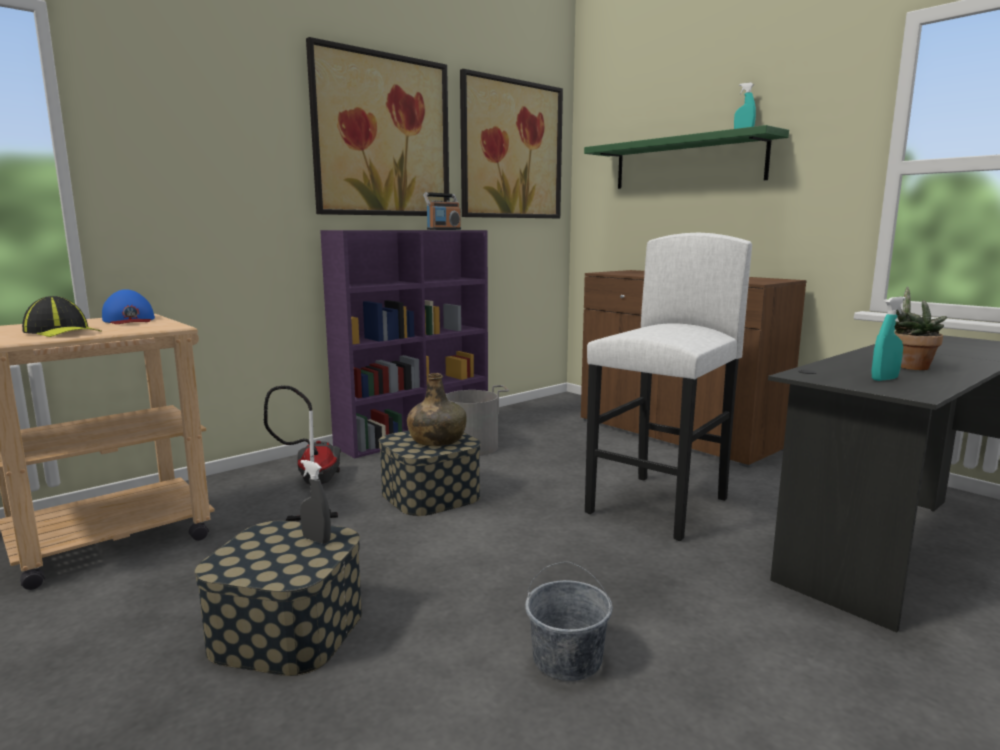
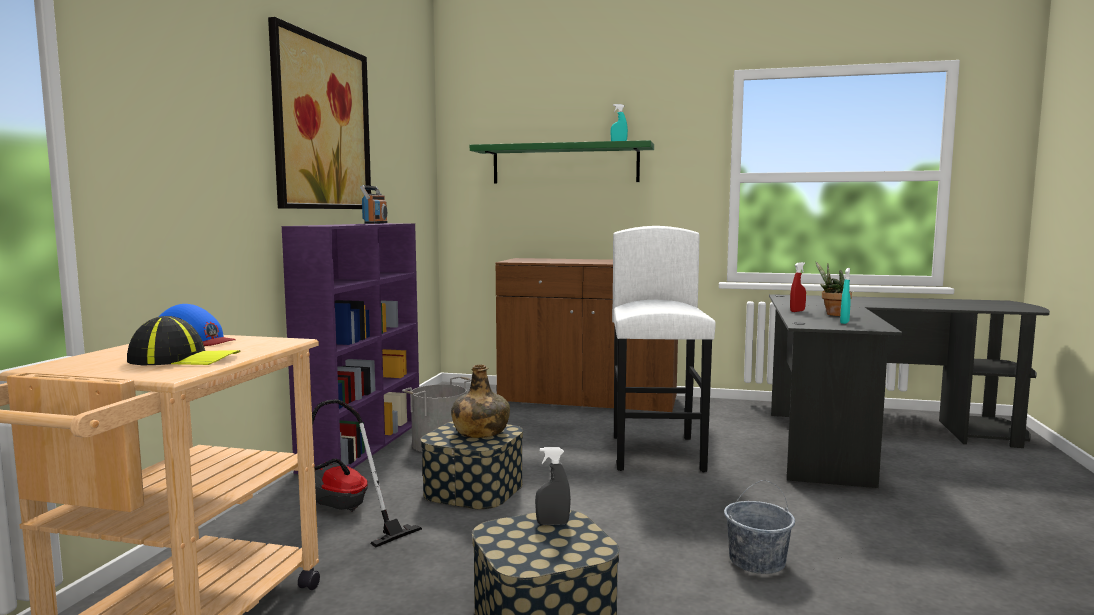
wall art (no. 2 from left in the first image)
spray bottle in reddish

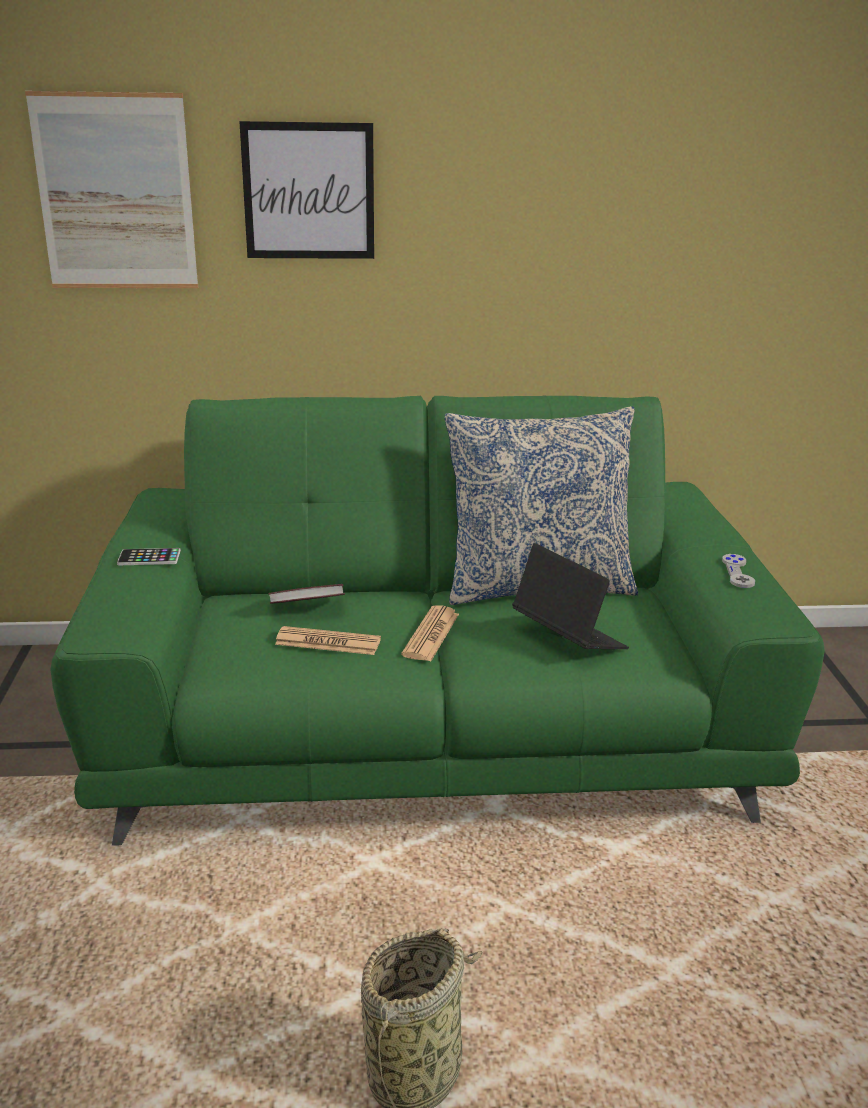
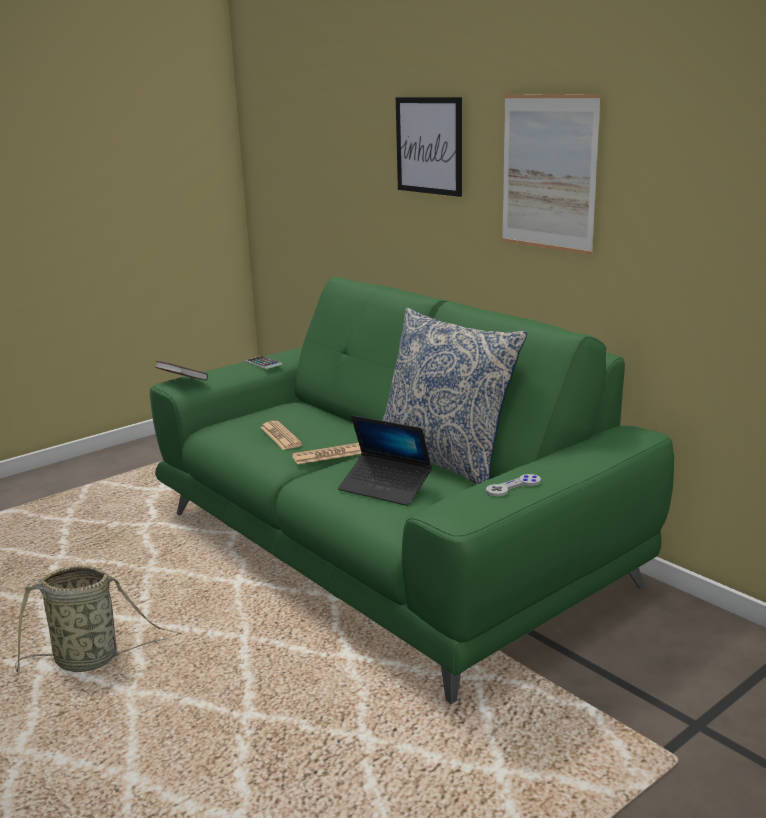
wall art (no. 2 from left)
volume
notebook computer

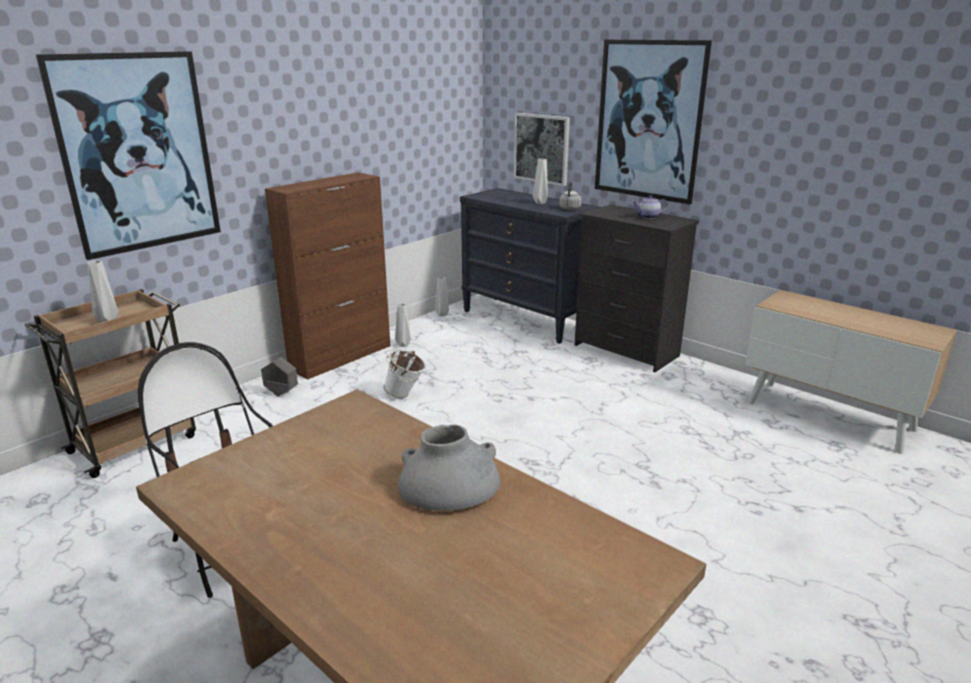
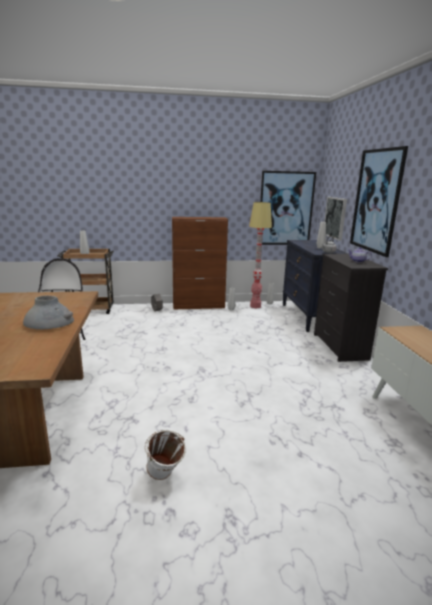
wall art (no. 1 from left)
bucket in white
floor lamp

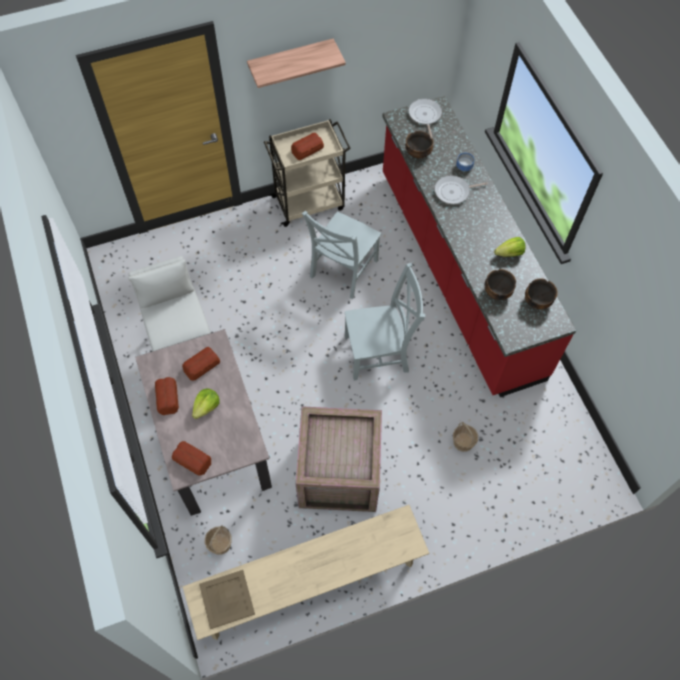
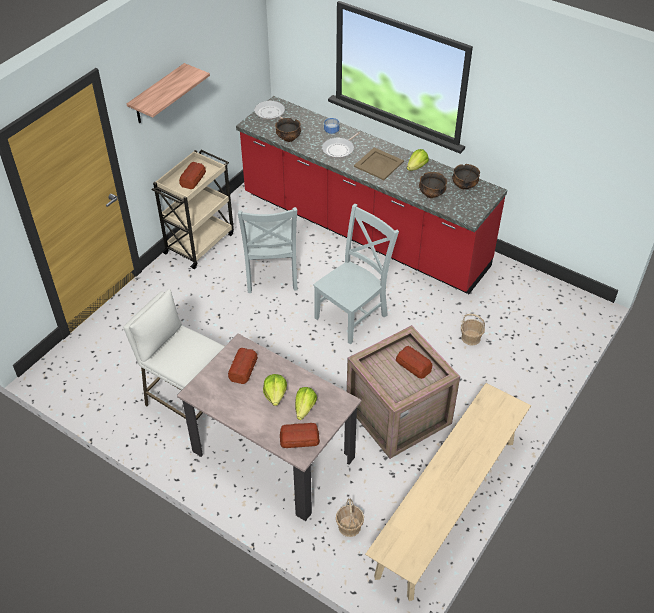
bakery bread (no. 4 from left)
tray in sand-coloured
head of lettuce (no. 2 from left)

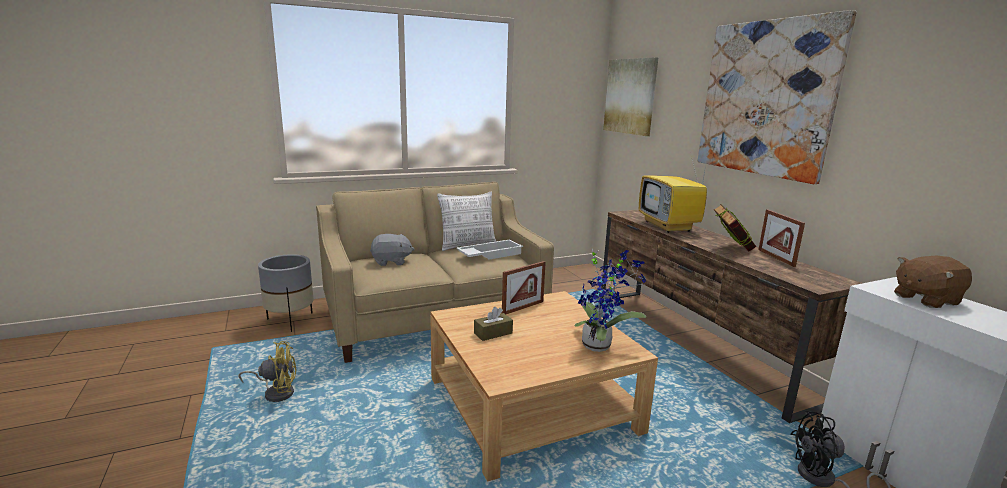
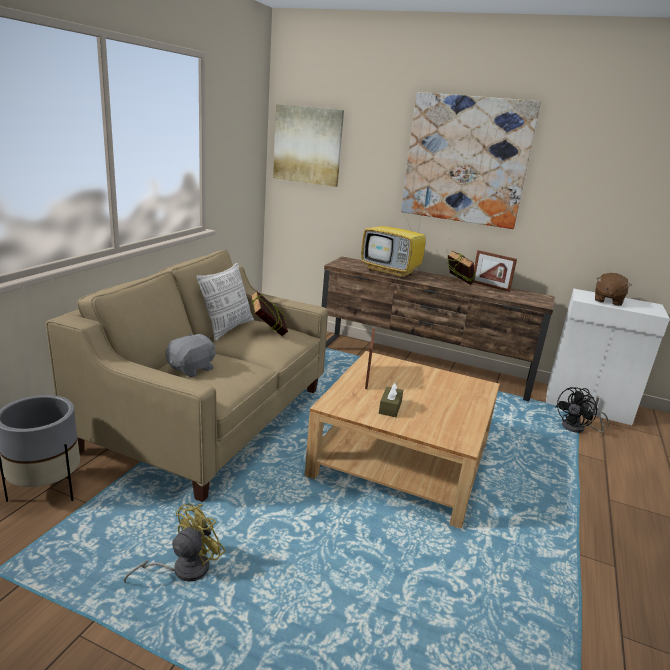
volume (no. 1 from left)
plant in a pot

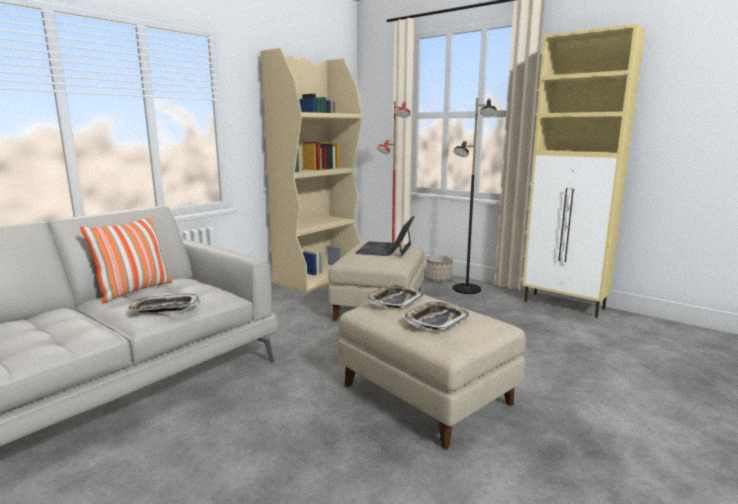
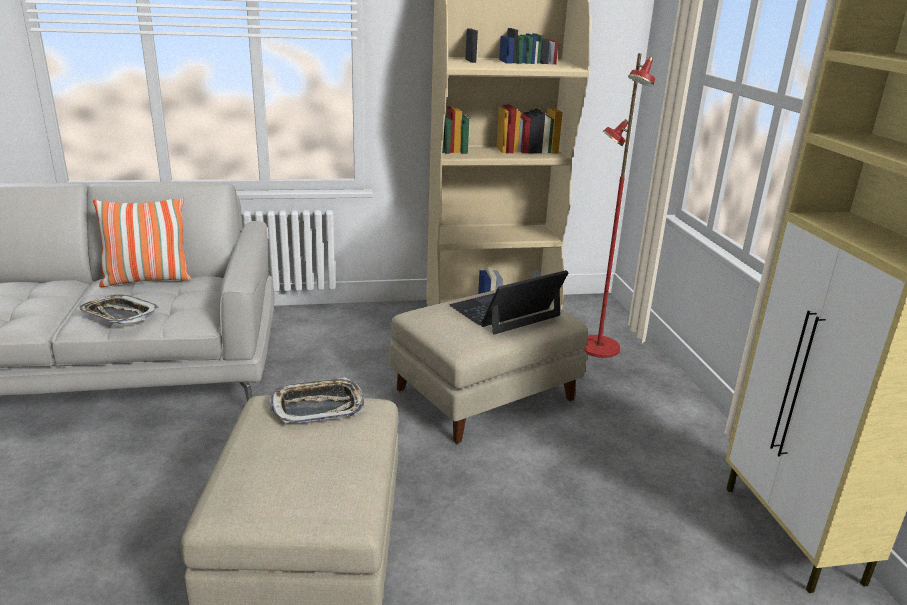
tray (no. 3 from left in the first image)
planter
floor lamp in black

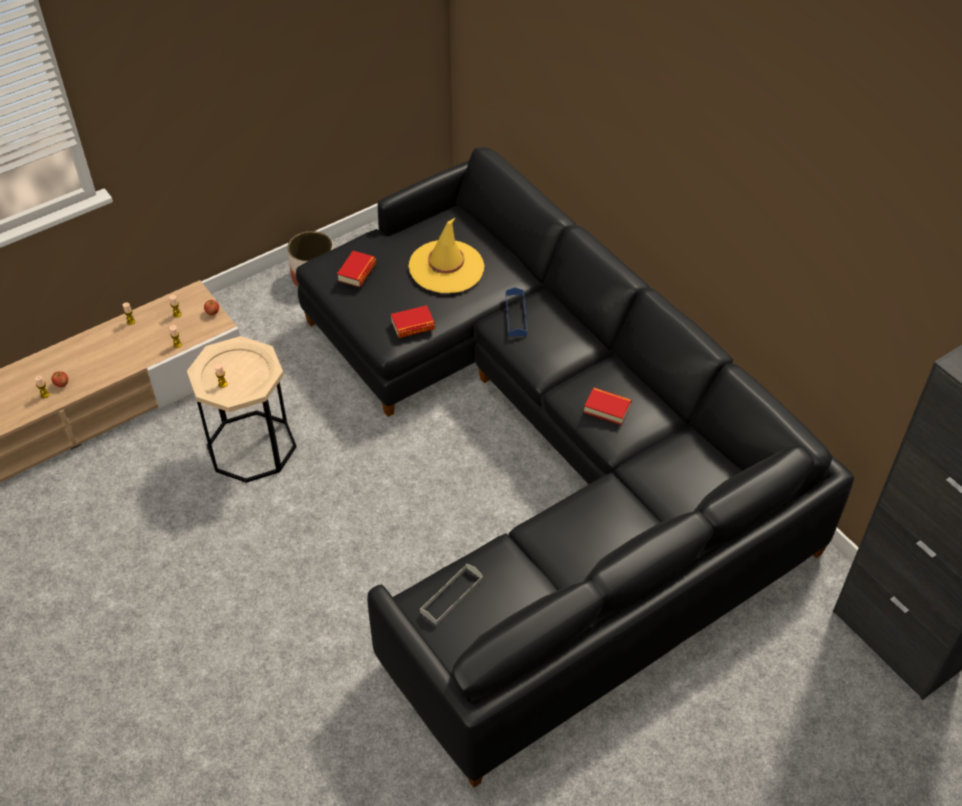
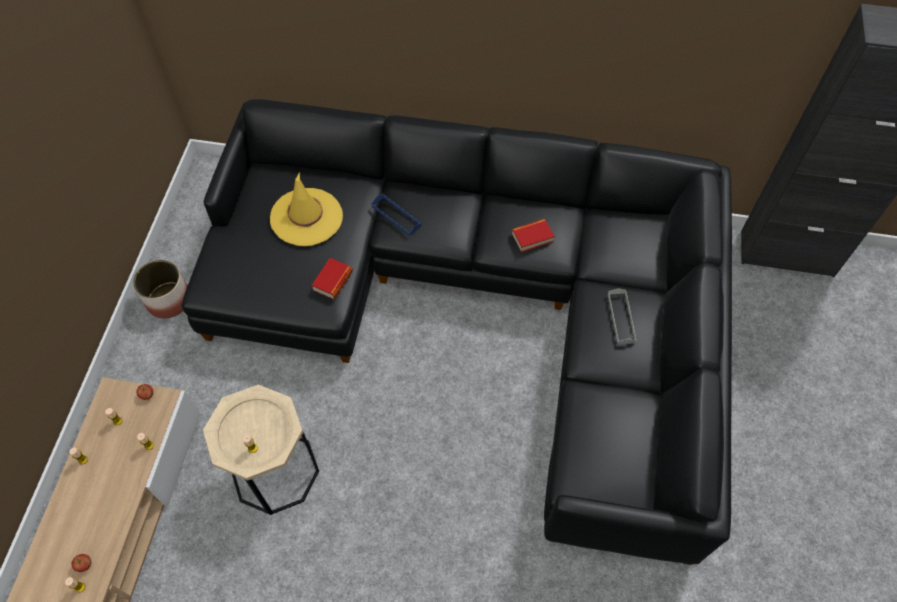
volume (no. 1 from left in the first image)
tray in greyish

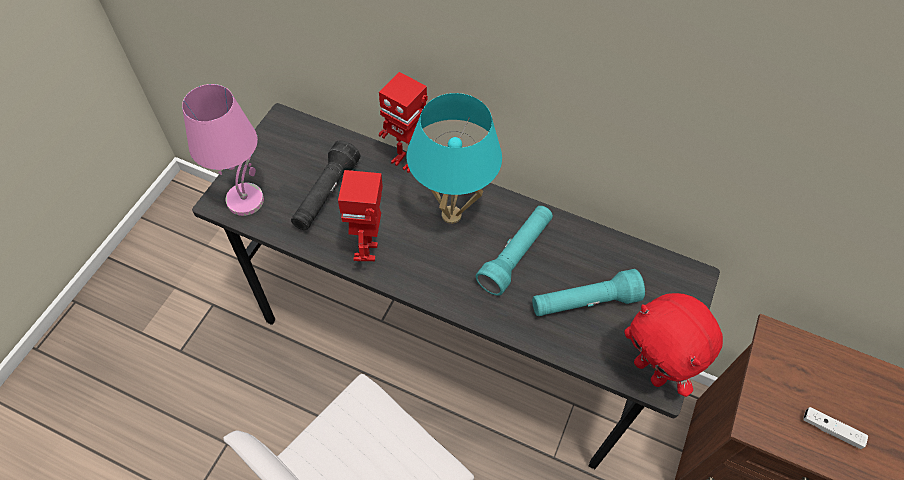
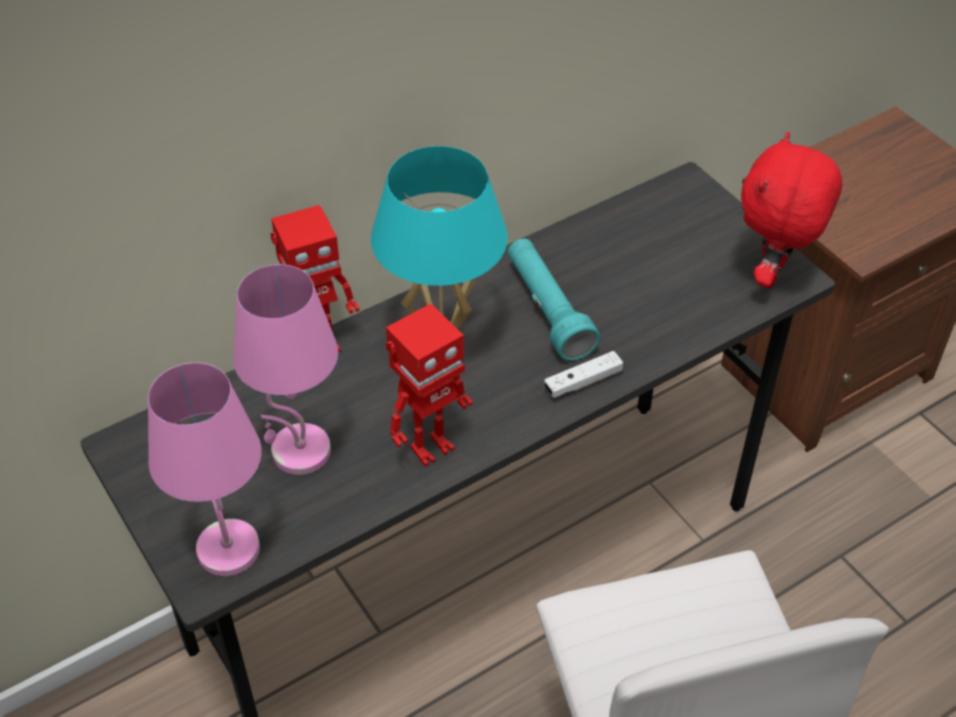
table lamp in pink-coloured (no. 2 from left)
toy robot (no. 2 from left)
flashlight in turquoise (no. 2 from left in the first image)
soft toy in reddish
game controller in white

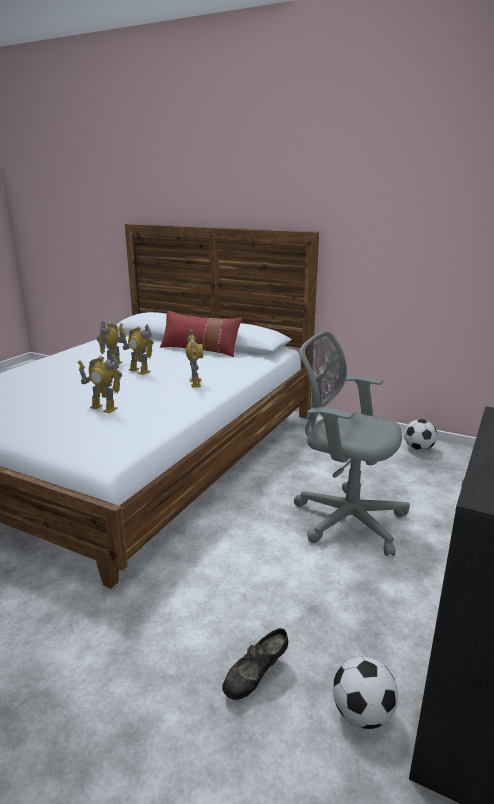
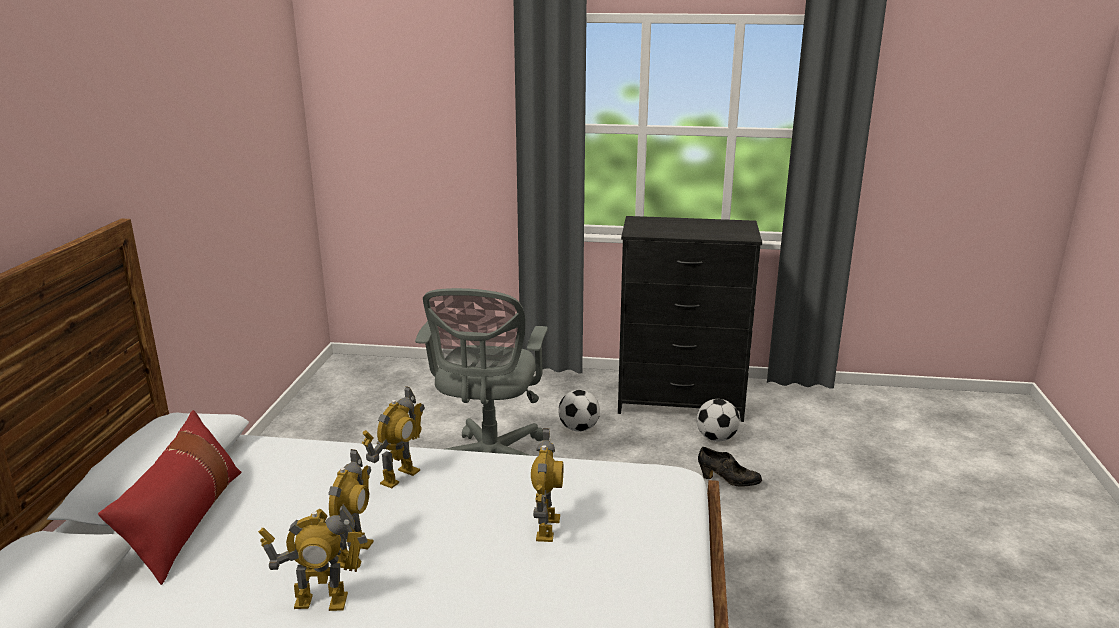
toy robot (no. 3 from left)
football (no. 1 from left)

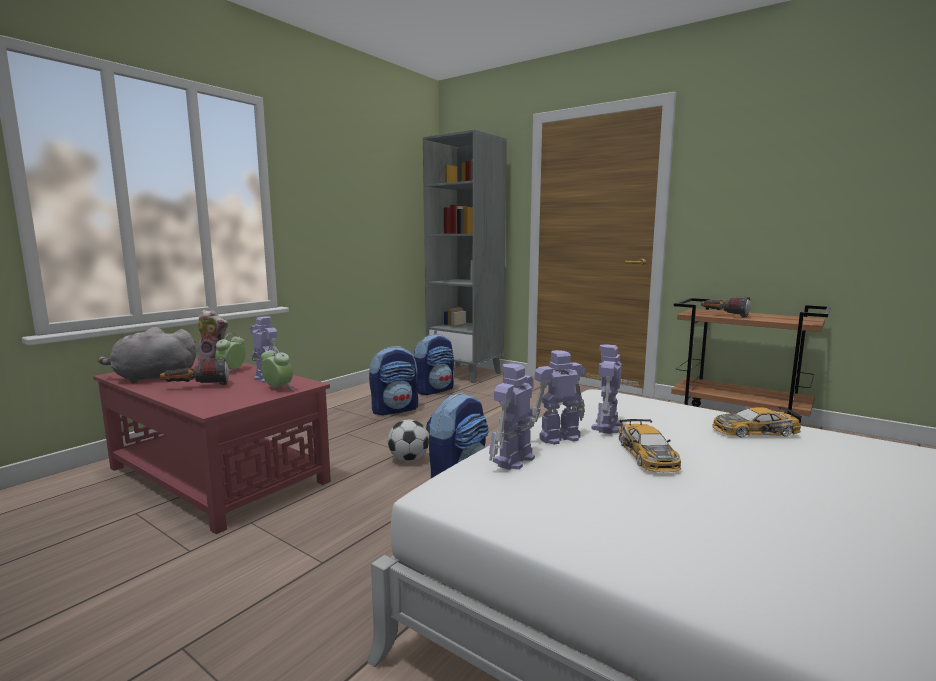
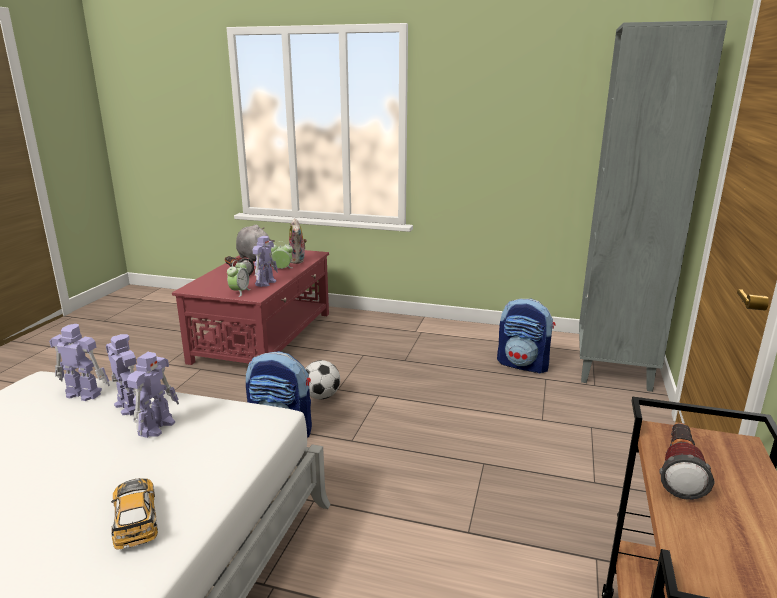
knapsack (no. 1 from left in the first image)
toy robot (no. 3 from left)
miniature car (no. 1 from left in the first image)

